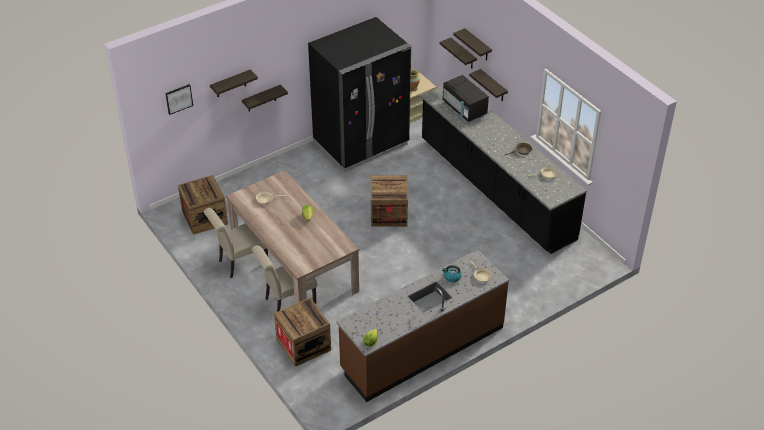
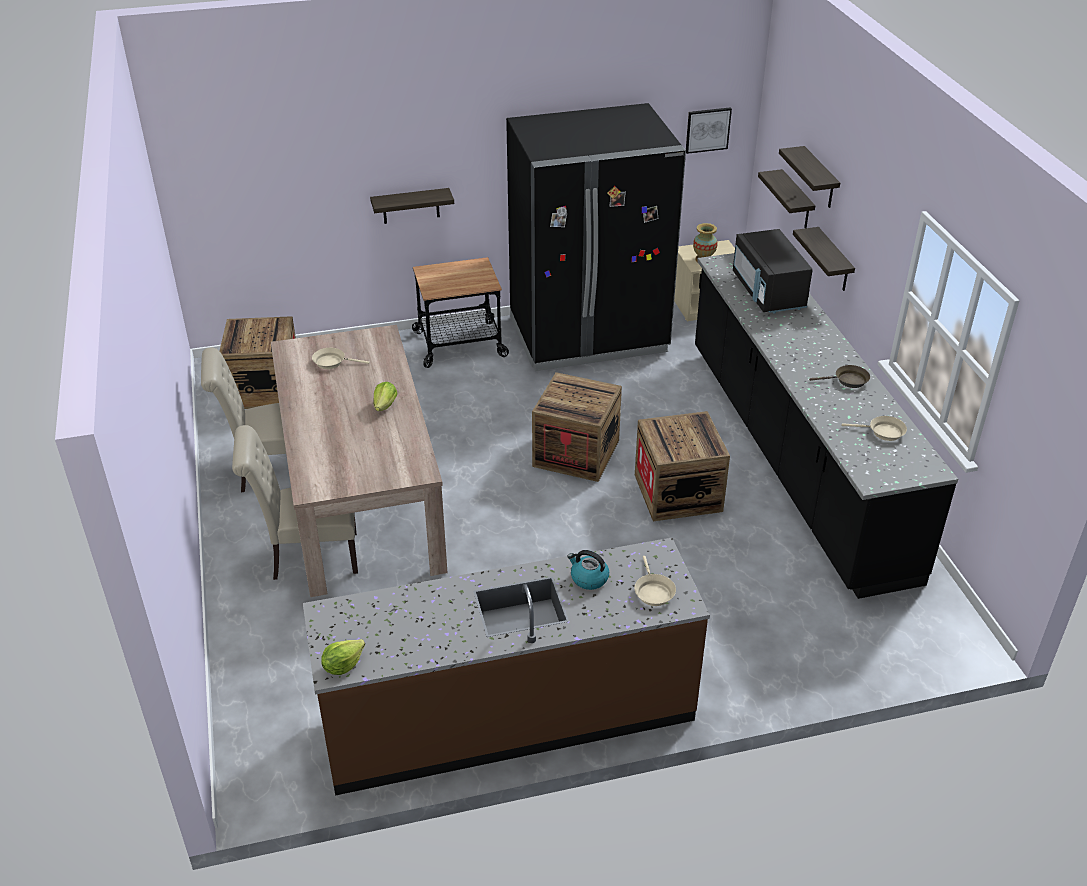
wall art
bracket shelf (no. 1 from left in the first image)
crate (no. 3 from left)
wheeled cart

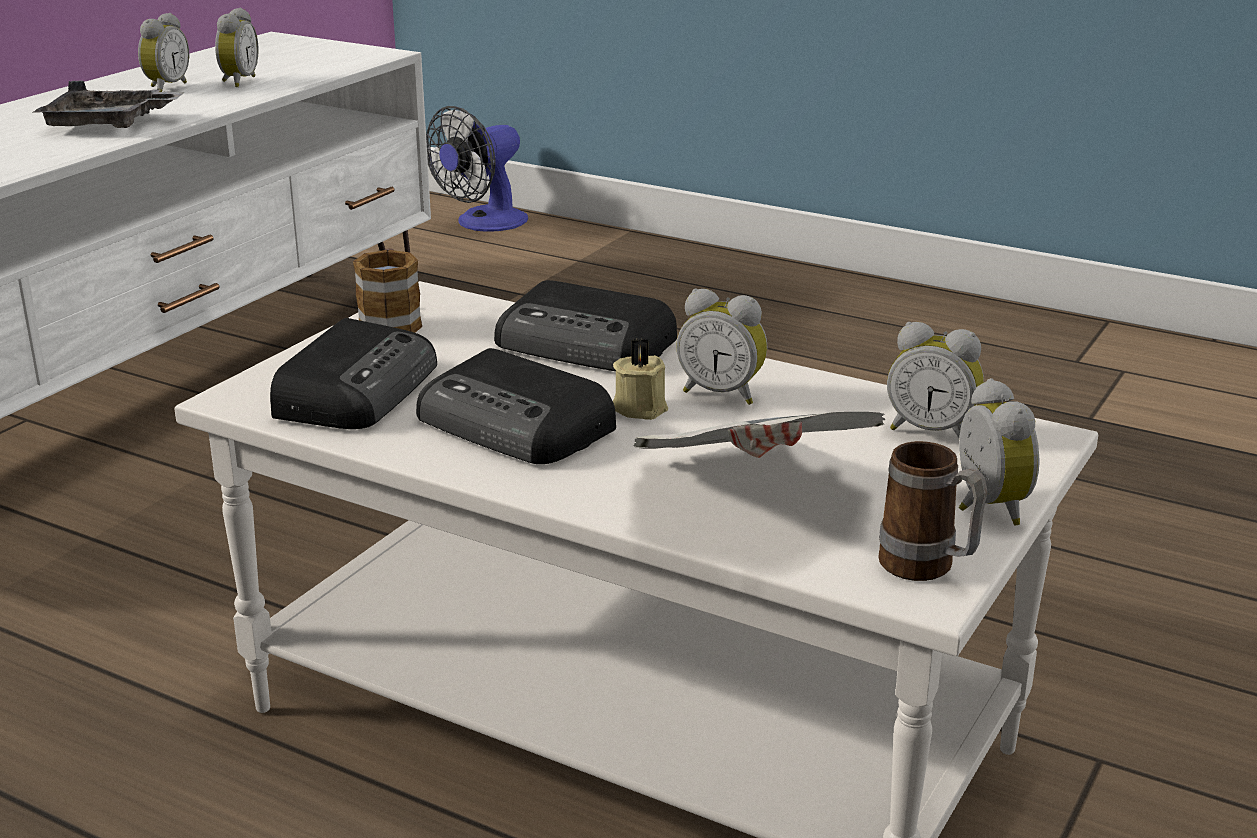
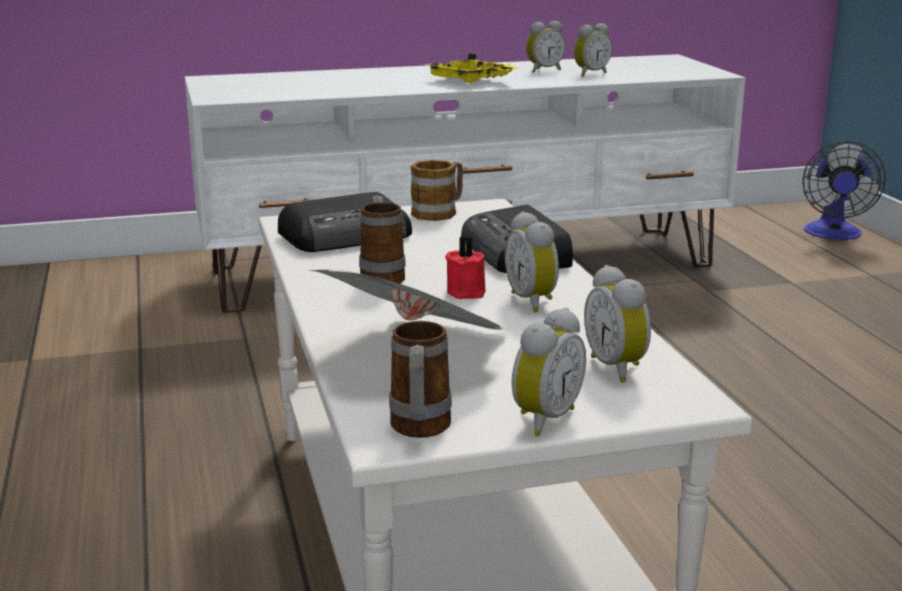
tray in yellow-coloured
tea mug (no. 1 from left)
electric fan
candle in reddish

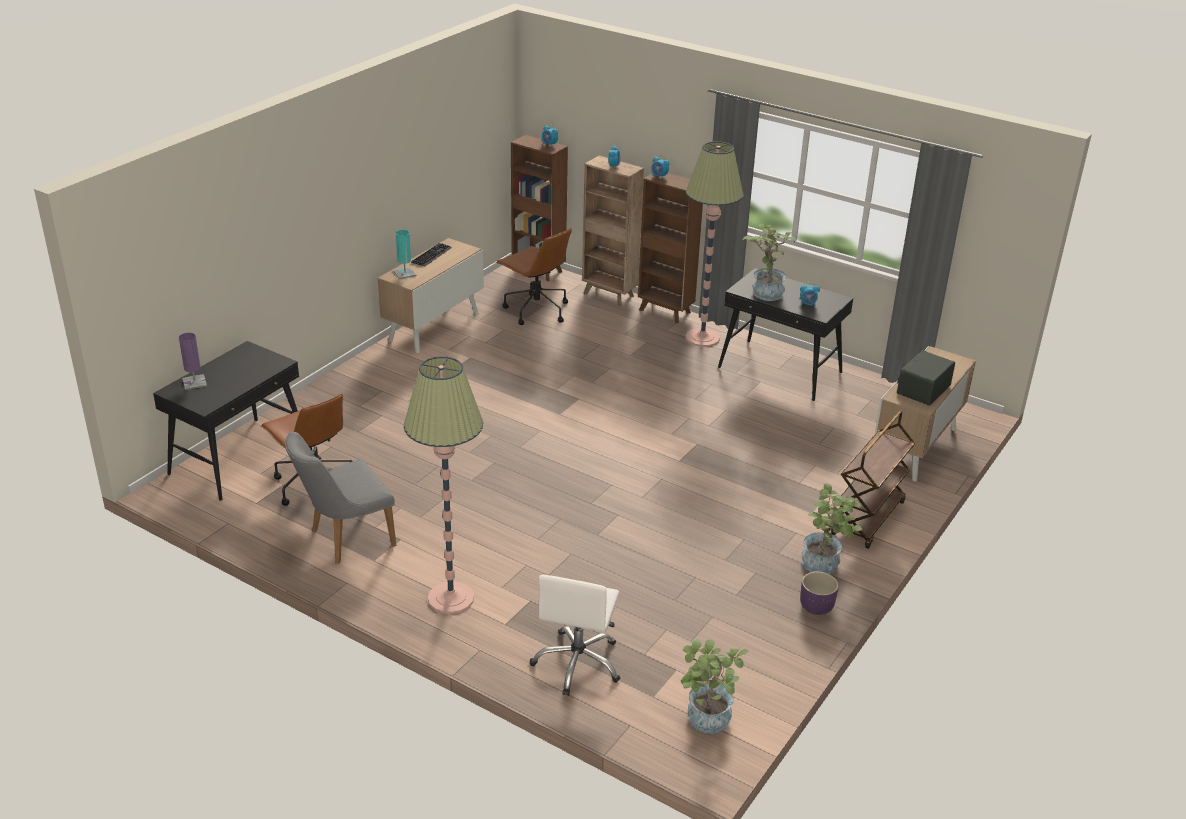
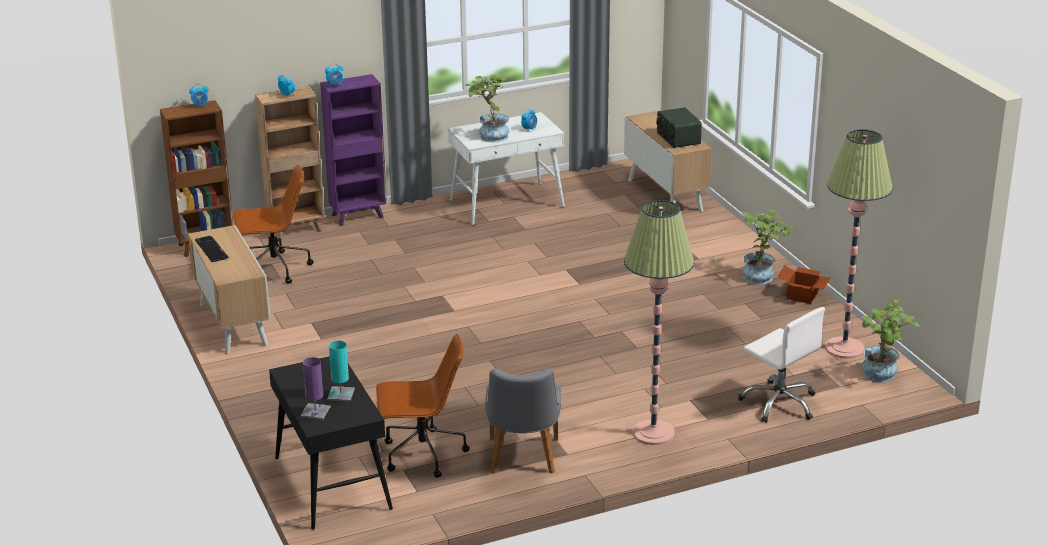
table lamp in turquoise
bookshelf in purplish
floor lamp (no. 2 from left)
desk unit in white
cardboard box
wheeled cart in brownish

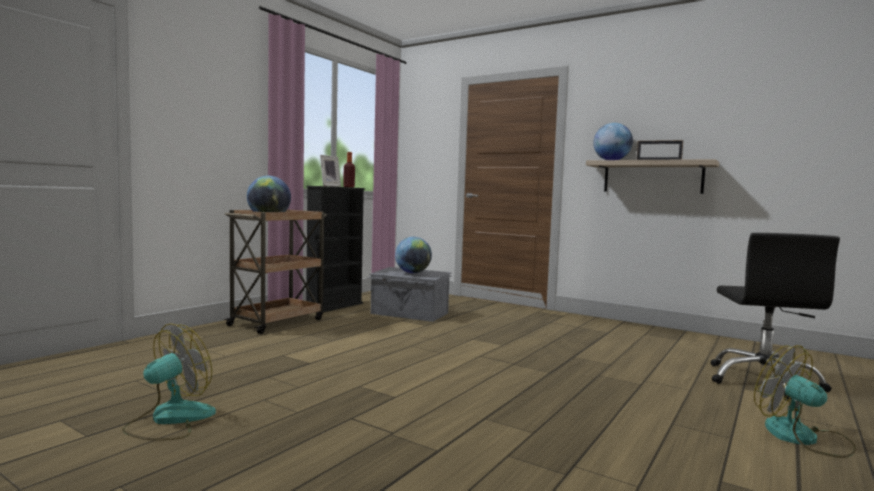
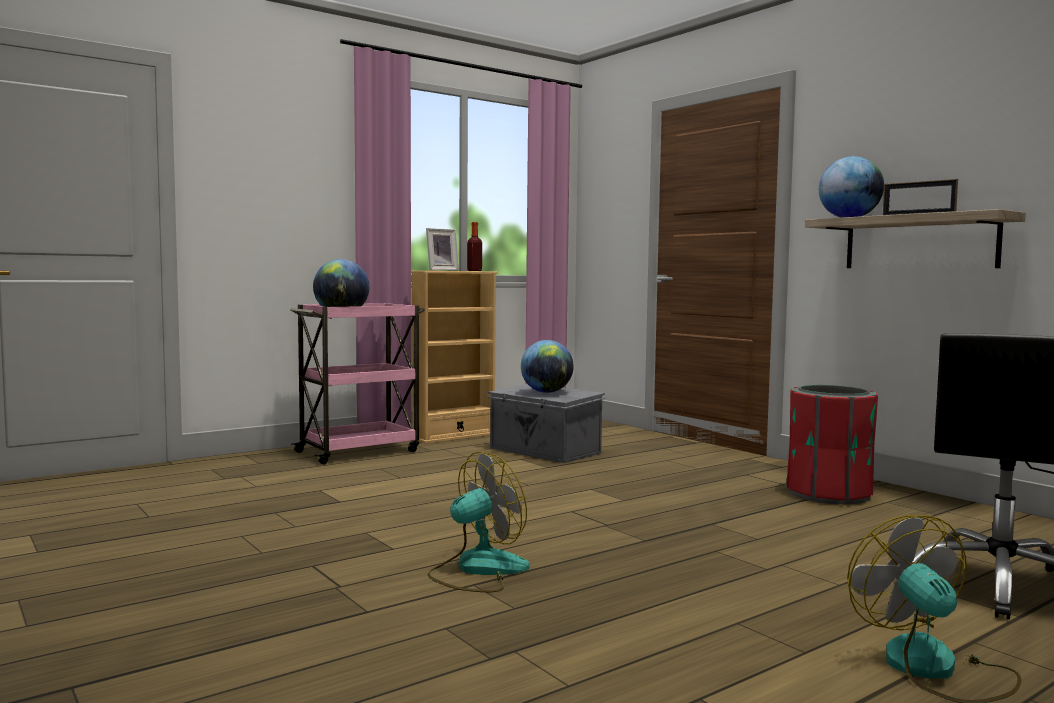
electric fan (no. 1 from left)
wheeled cart in pink-coloured
bookshelf in sand-coloured
waste bin in reddish

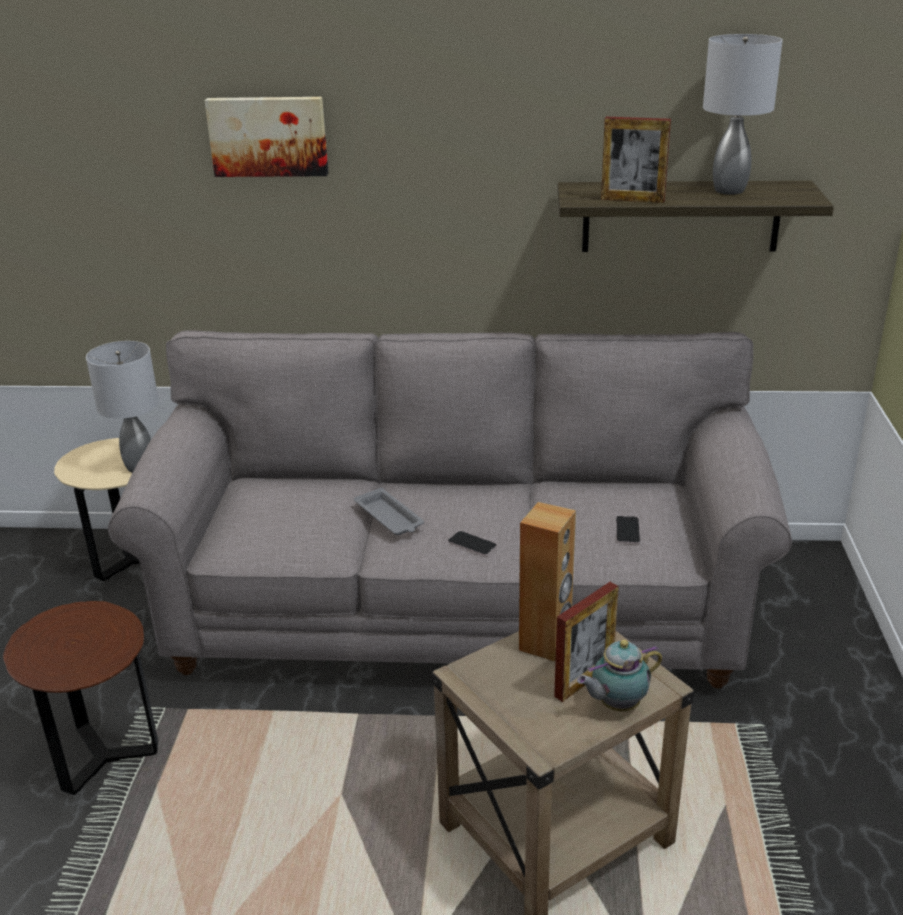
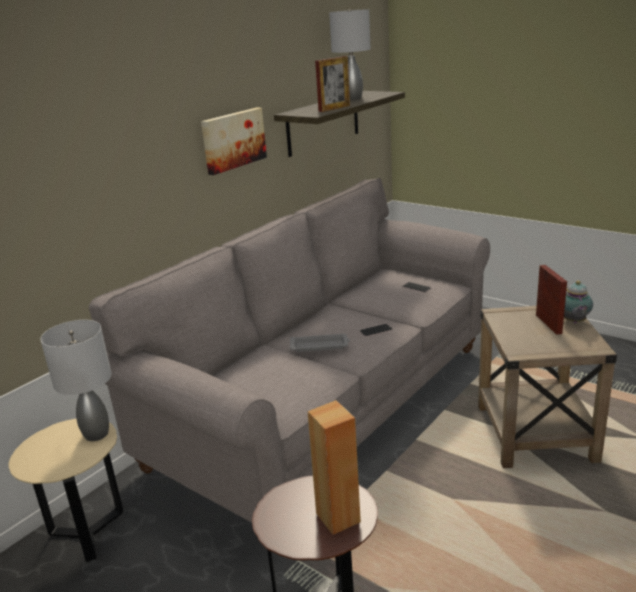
wall art
loudspeaker in brownish

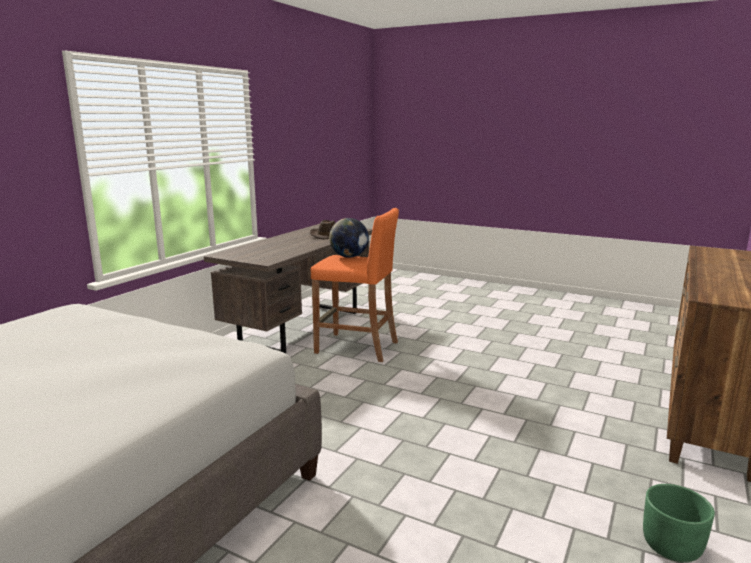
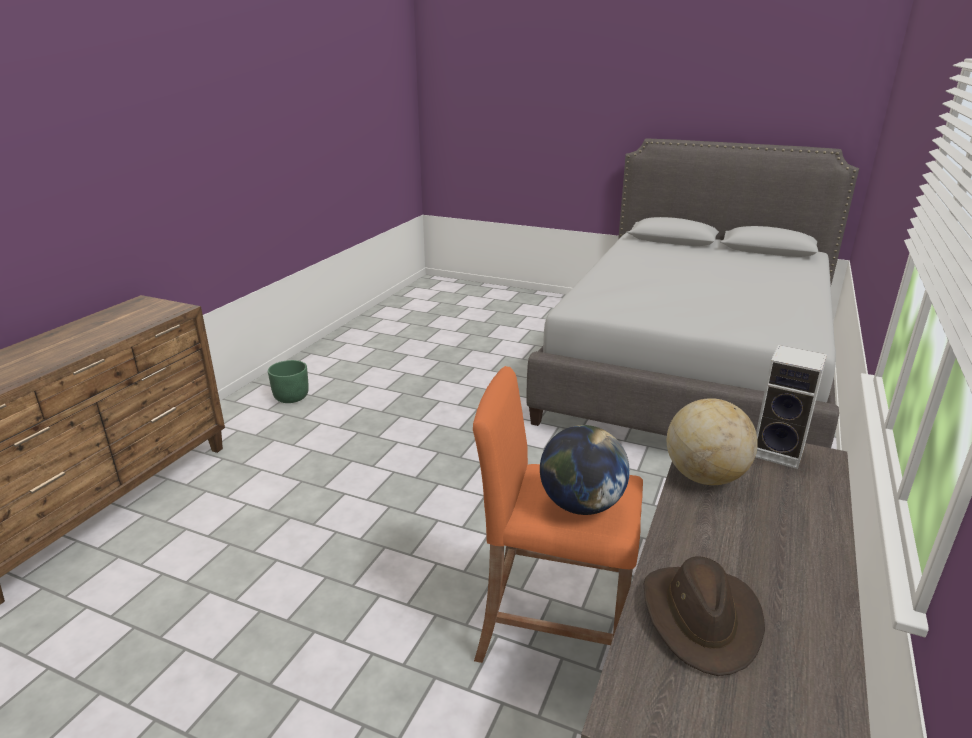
world globe (no. 2 from left)
loudspeaker

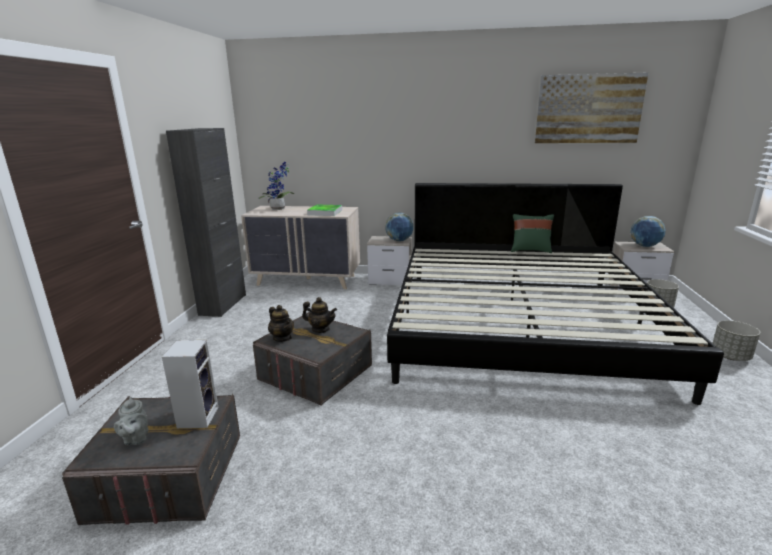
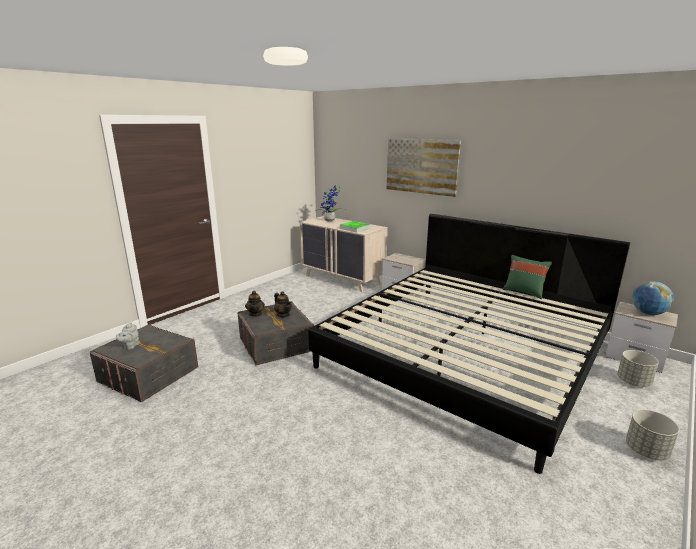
loudspeaker
storage cabinet in black
world globe (no. 1 from left in the first image)
wall art

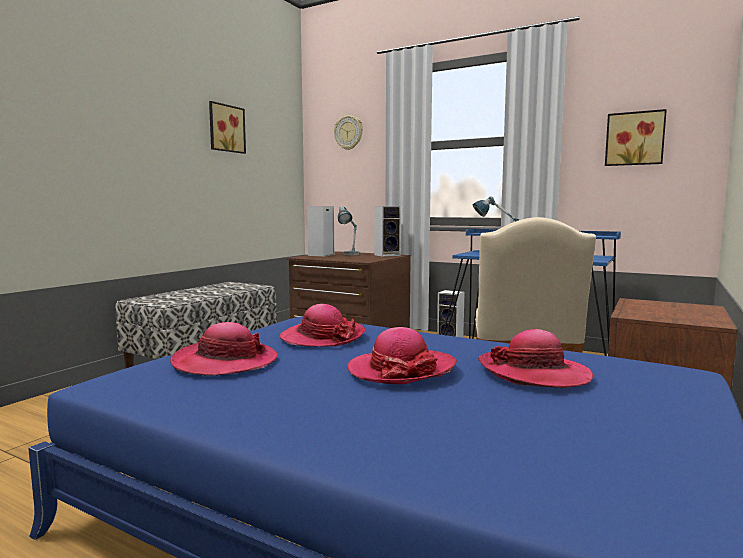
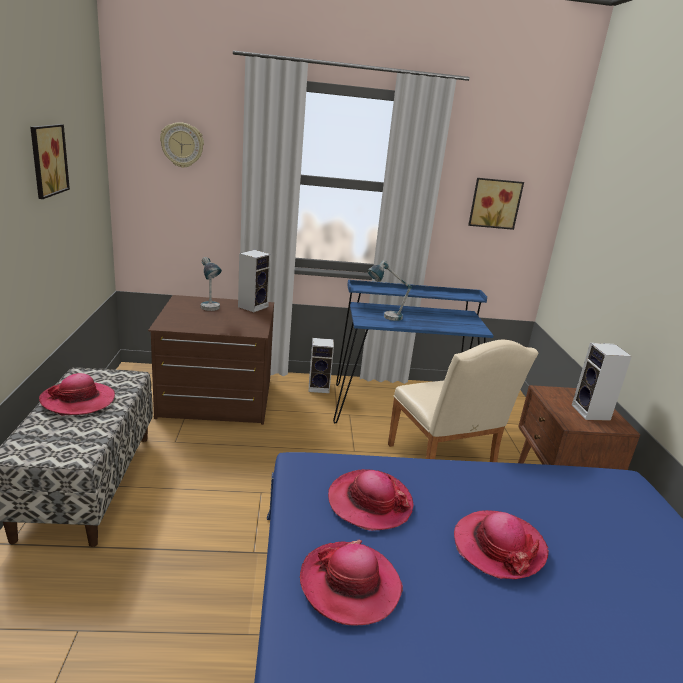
loudspeaker (no. 3 from left)
wearable hat (no. 1 from left)

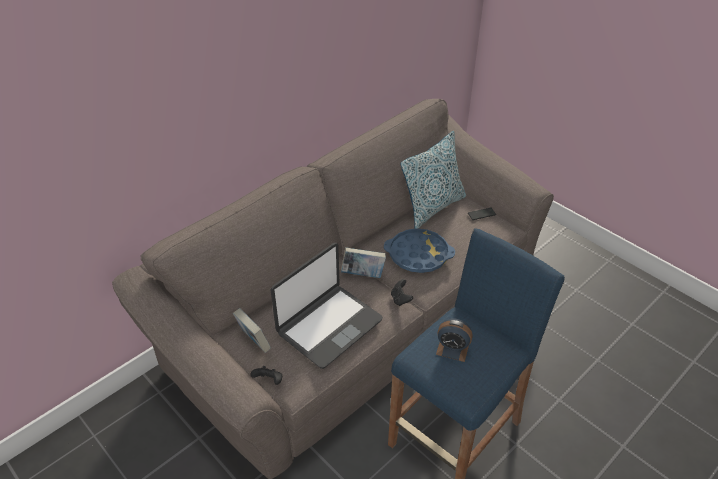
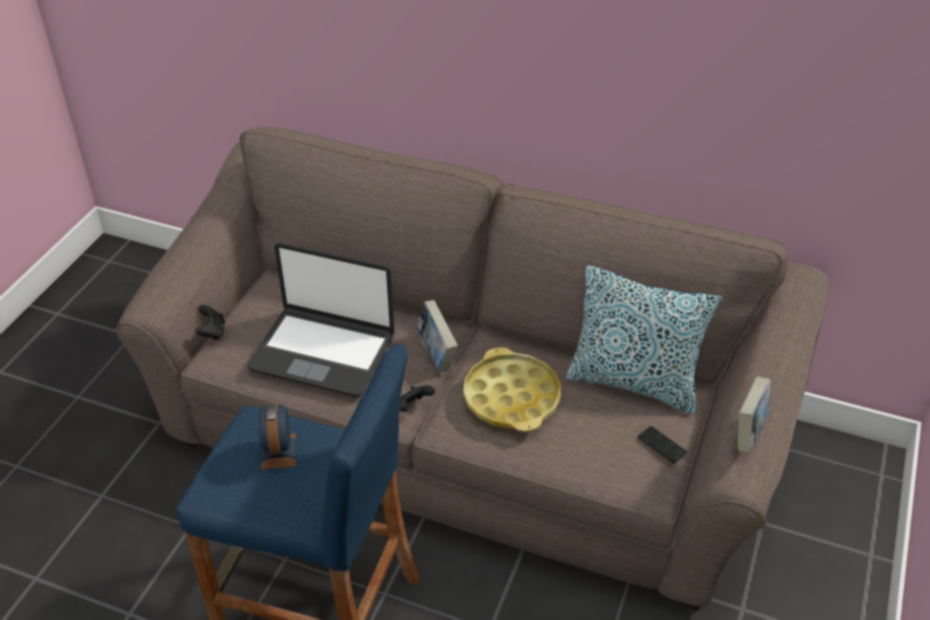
volume (no. 2 from left)
tray in yellow-coloured

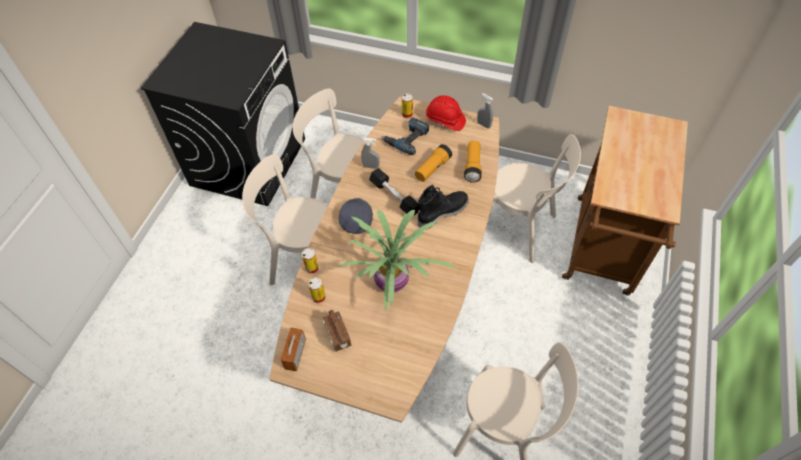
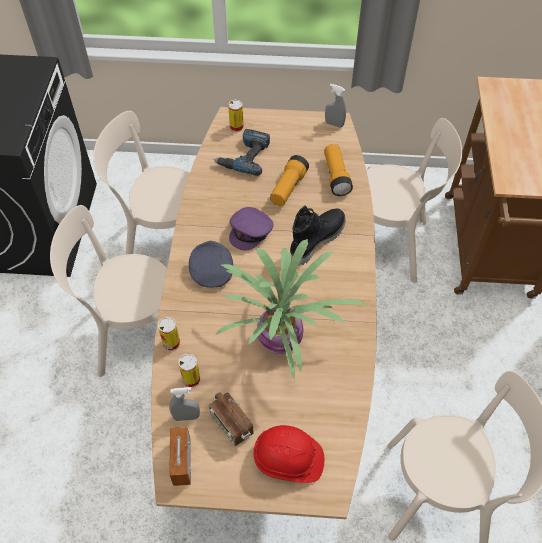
spray bottle in greyish (no. 1 from left)
peaked cap in purplish
hard hat in reddish

